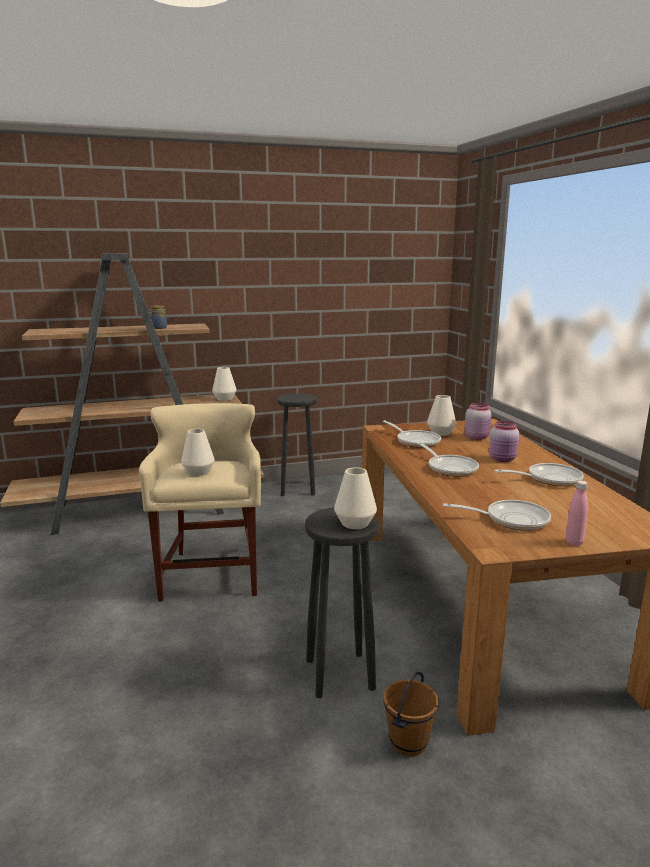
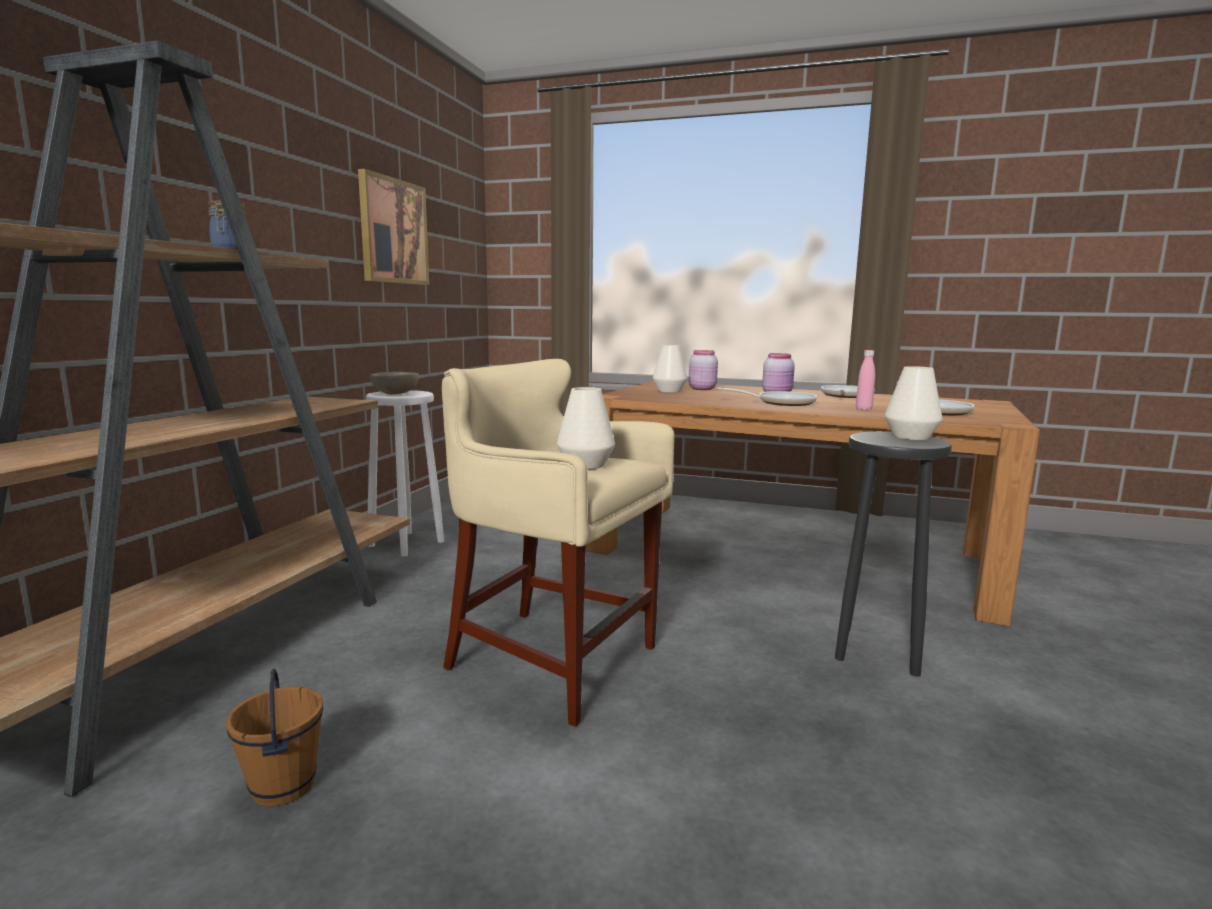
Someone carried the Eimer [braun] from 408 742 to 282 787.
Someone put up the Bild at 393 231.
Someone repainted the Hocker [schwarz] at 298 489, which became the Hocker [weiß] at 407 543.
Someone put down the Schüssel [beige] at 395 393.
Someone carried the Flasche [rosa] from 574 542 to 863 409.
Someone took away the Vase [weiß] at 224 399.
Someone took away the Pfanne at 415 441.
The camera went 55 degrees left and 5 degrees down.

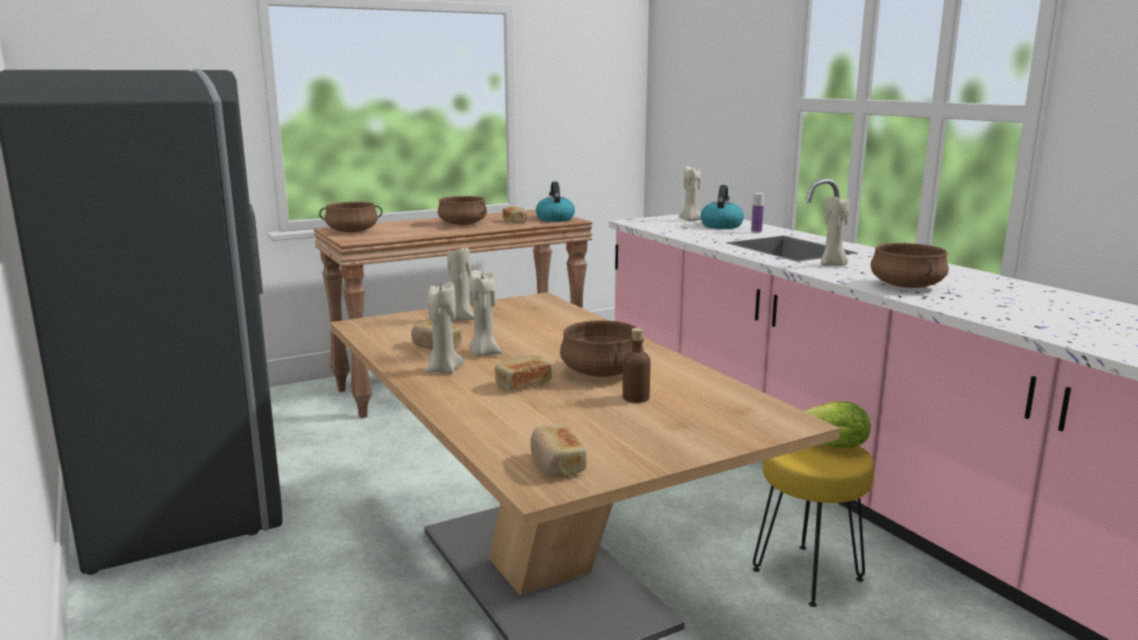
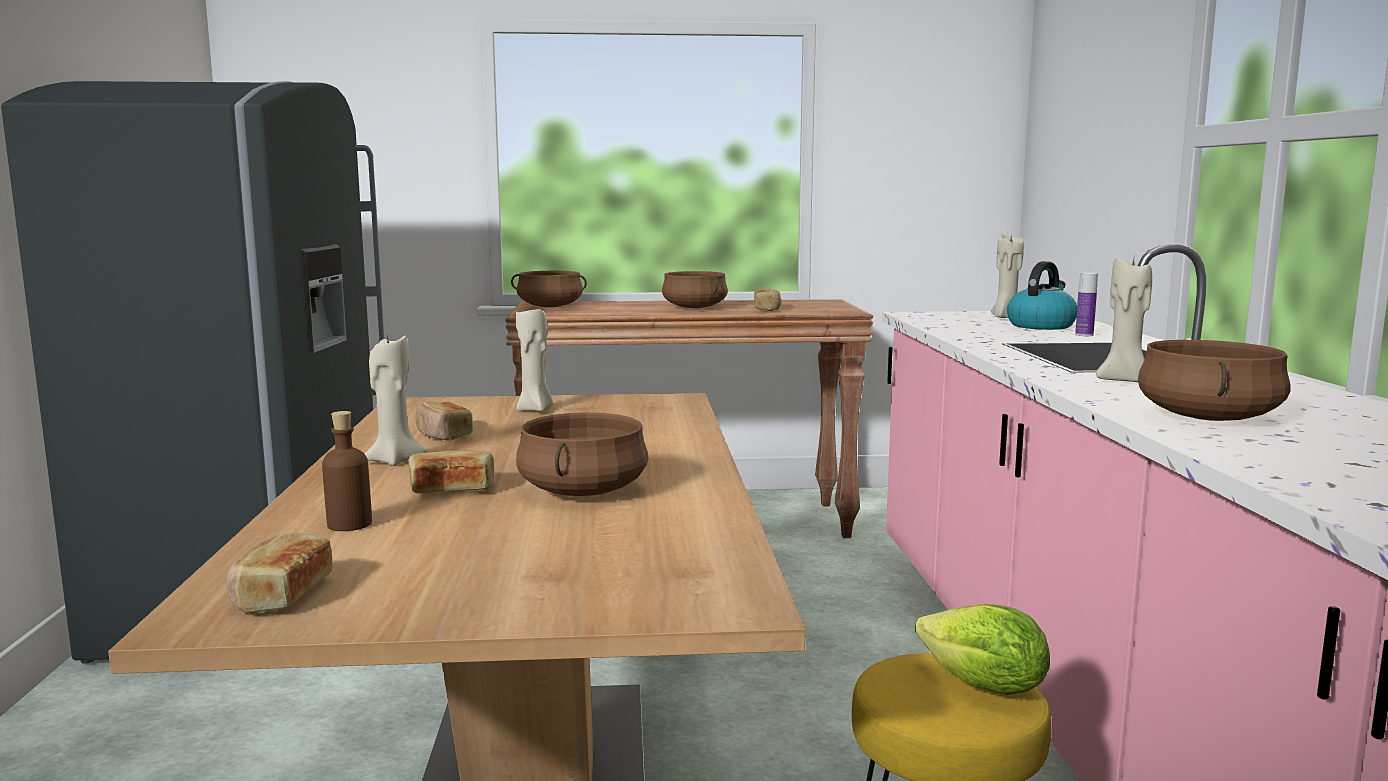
Someone carried the Flasche [braun] from 636 398 to 349 524.
Someone took away the Kerze [beige] at 483 353.
Someone took away the Wasserkessel at 554 219.
The camera went 25 degrees right and 5 degrees down.

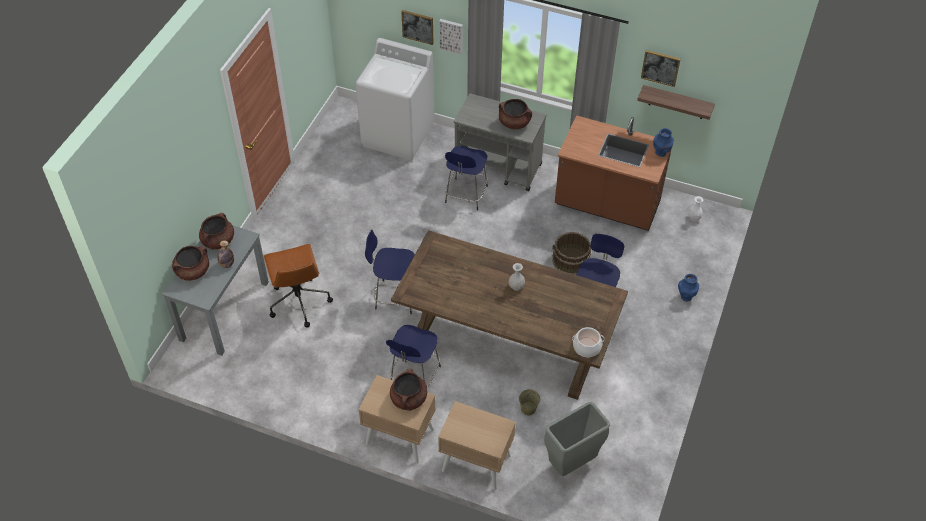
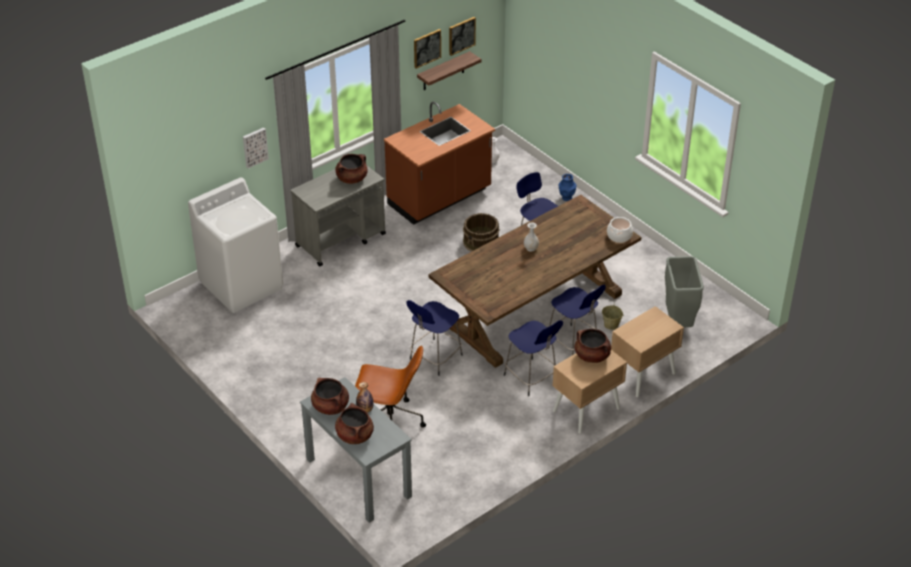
Someone carried the Bild from 418 26 to 461 35.
Someone carried the Hocker [blau] from 465 195 to 573 343.
Someone took away the Vase [blau] at 661 153.
The camera went 60 degrees left and 10 degrees down.

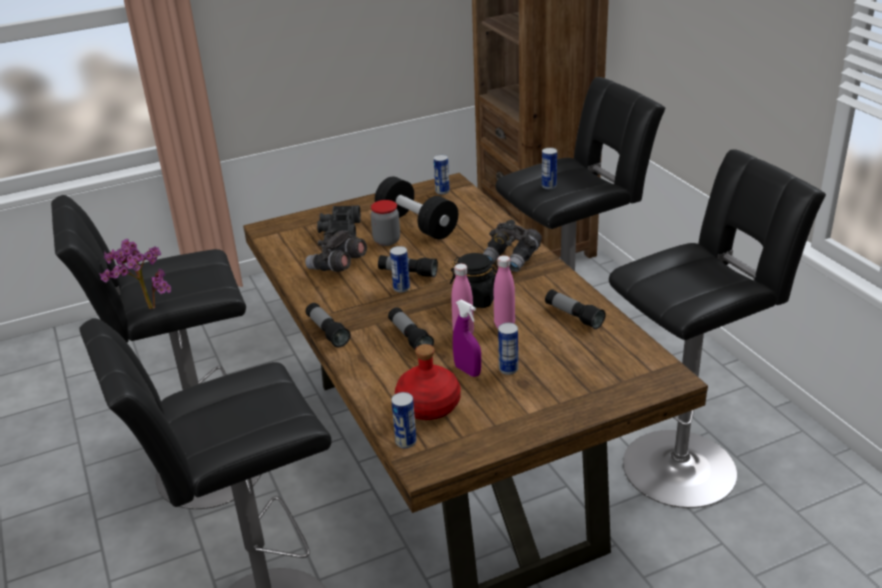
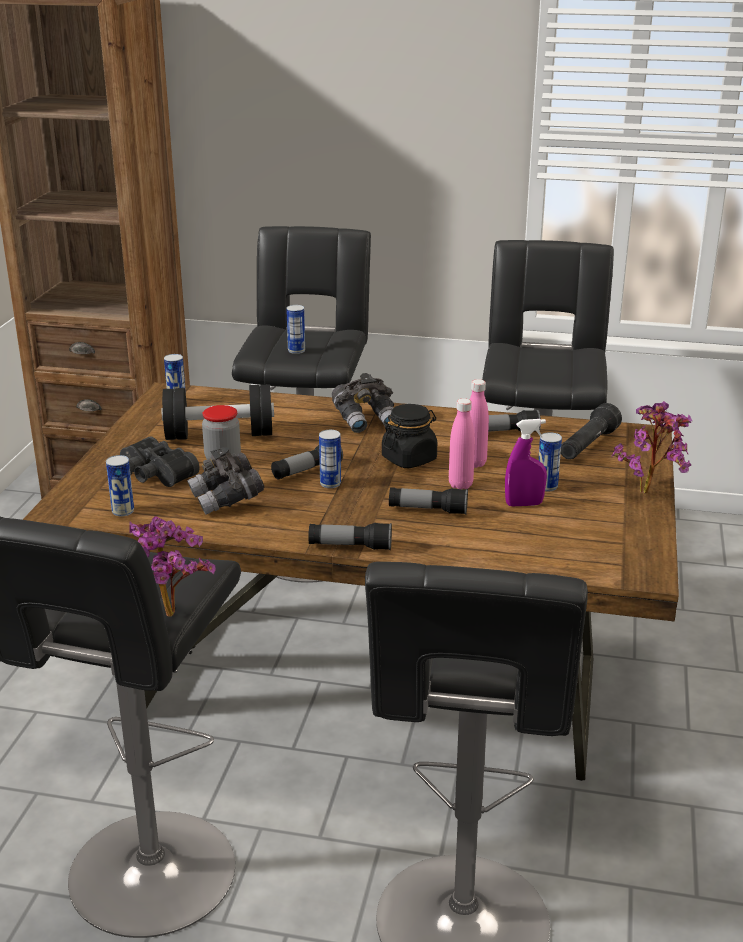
Someone carried the Dose from 406 442 to 123 511.
Someone put down the Taschenlampe [schwarz] at 587 446.
Someone put down the Topfpflanze at 650 492.
Someone took away the Flasche [rot] at 429 406.
The camera went 55 degrees left and 5 degrees down.

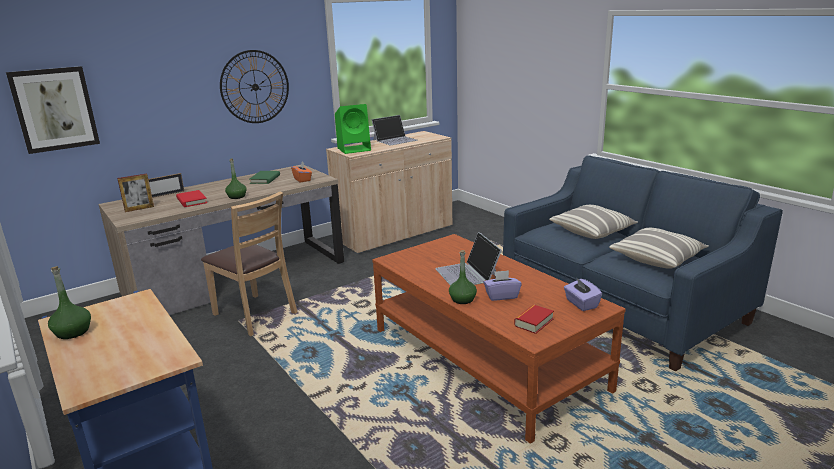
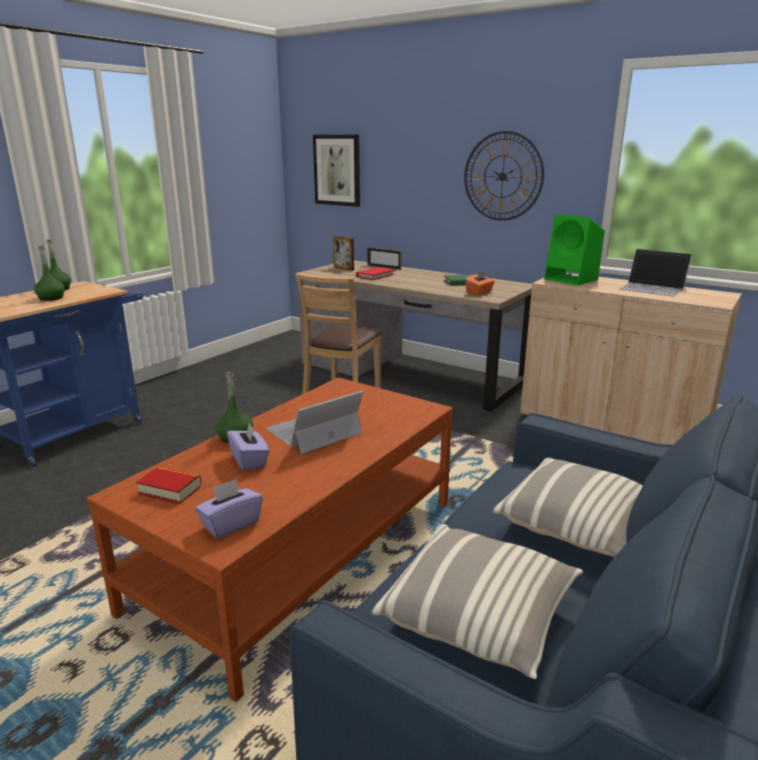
Someone carried the Flasche [grün] from 236 196 to 51 298.
The camera went 70 degrees right and 0 degrees up.

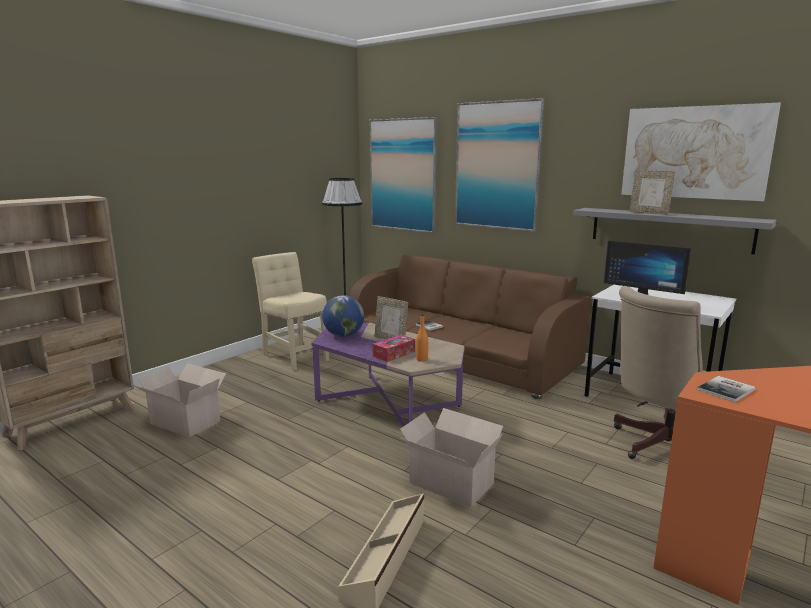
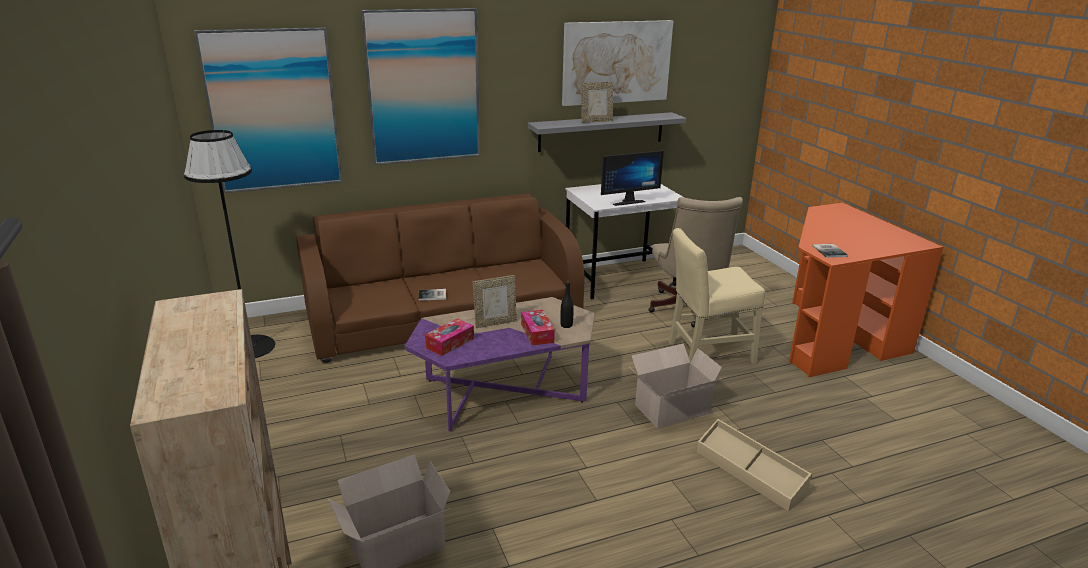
Someone swapped the Globus at 343 336 for the Taschentuchbox at 450 343.
Someone repainted the Flasche [orange] at 422 359, which became the Flasche [schwarz] at 566 325.
Someone carried the Stuhl [beige] from 294 356 to 706 353.
The camera went 60 degrees left and 10 degrees up.

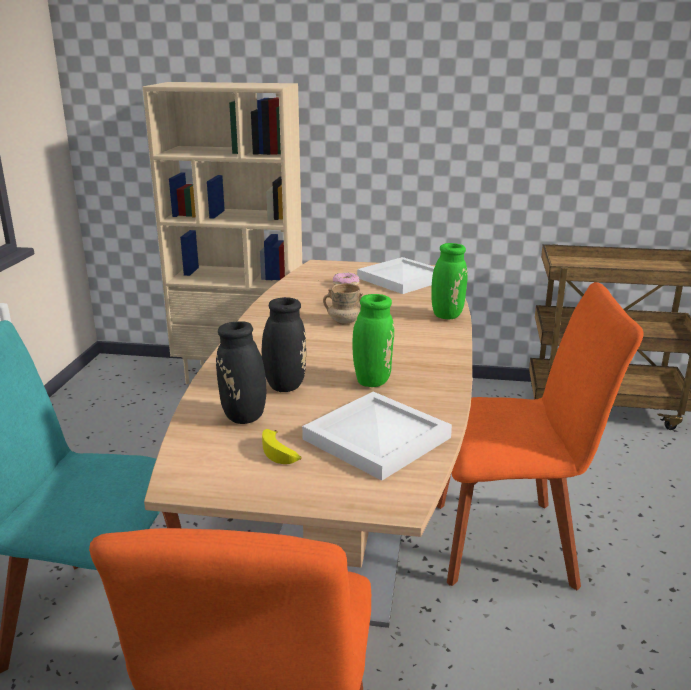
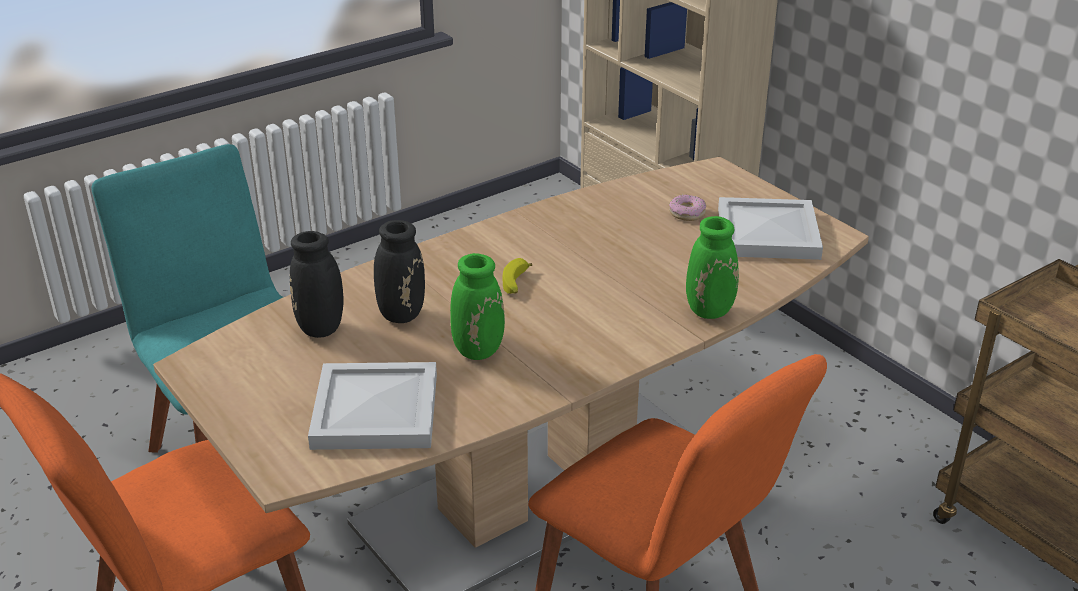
Someone carried the Banane from 281 453 to 516 283.
Someone took away the Henkelbecher [beige] at 344 322.
The camera went 45 degrees right and 10 degrees up.

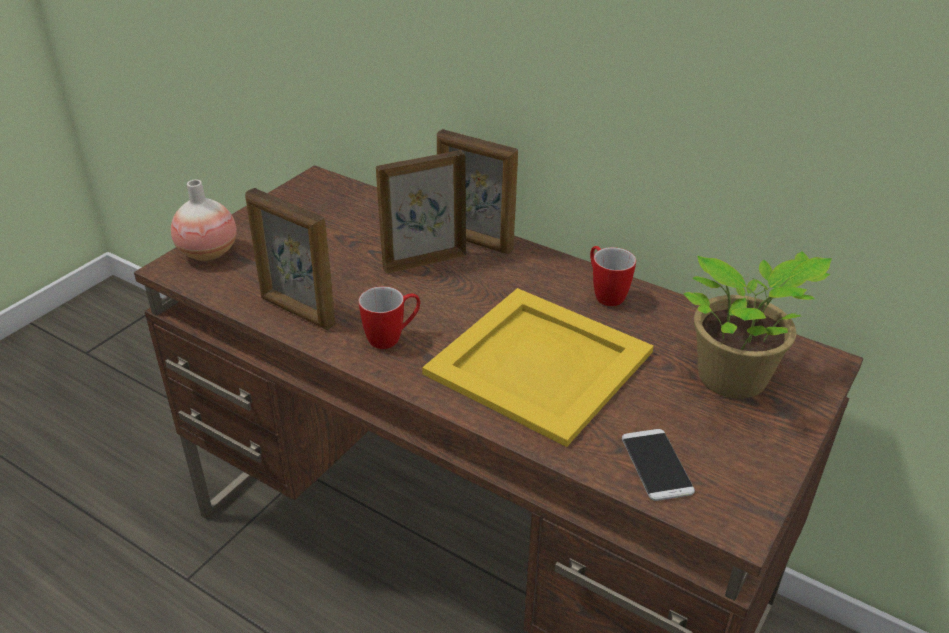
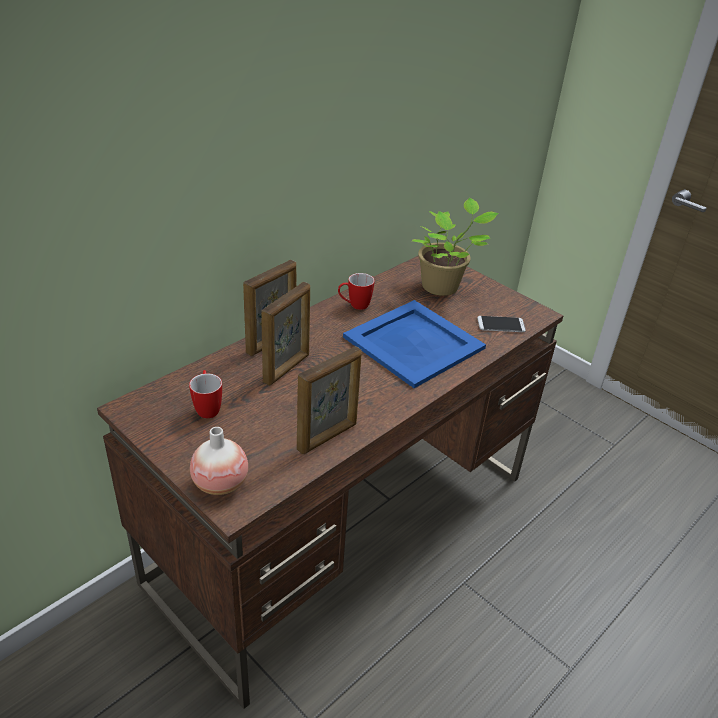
Someone carried the Henkelbecher from 392 338 to 207 407.
Someone rotated the Bilderrahmen at 423 261 by 135 degrees counterclockwise.
Someone repainted the Tablett [gelb] at 538 361, which became the Tablett [blau] at 412 342.
The camera went 80 degrees left and 0 degrees up.

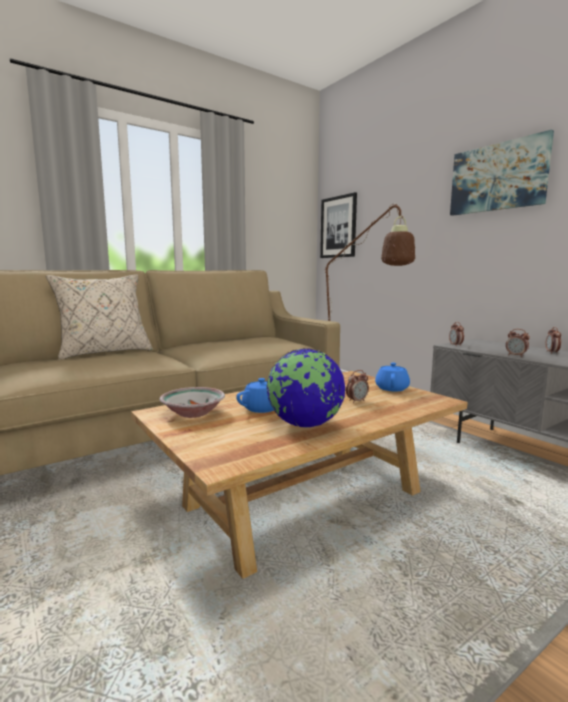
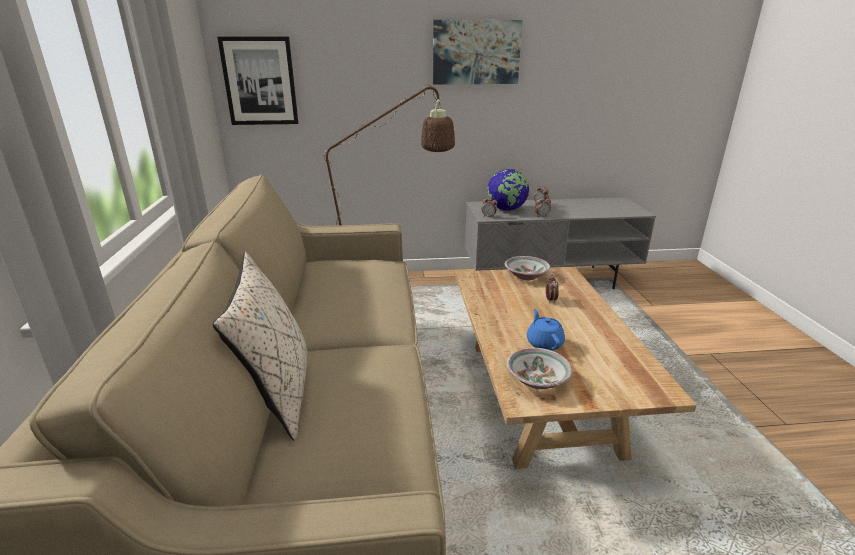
Someone carried the Globus from 305 425 to 506 209.
Someone swapped the Teekanne [blau] at 392 388 for the Schüssel at 525 276.
The camera went 60 degrees left and 15 degrees up.

